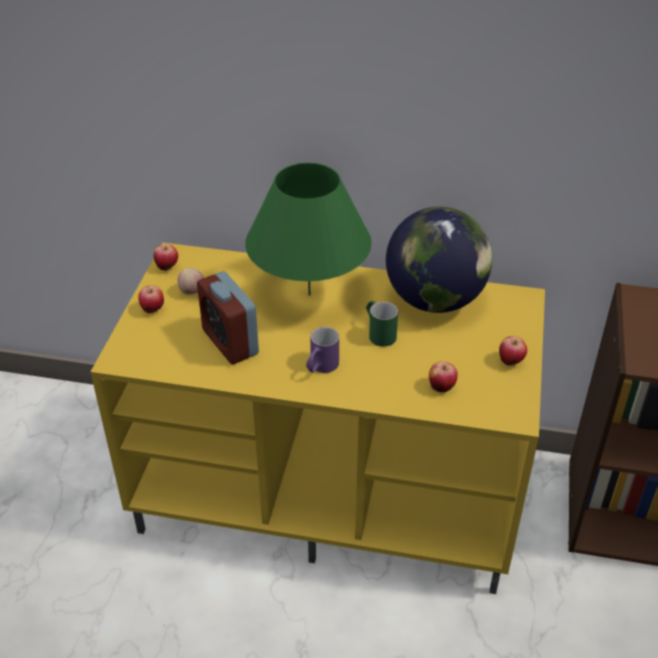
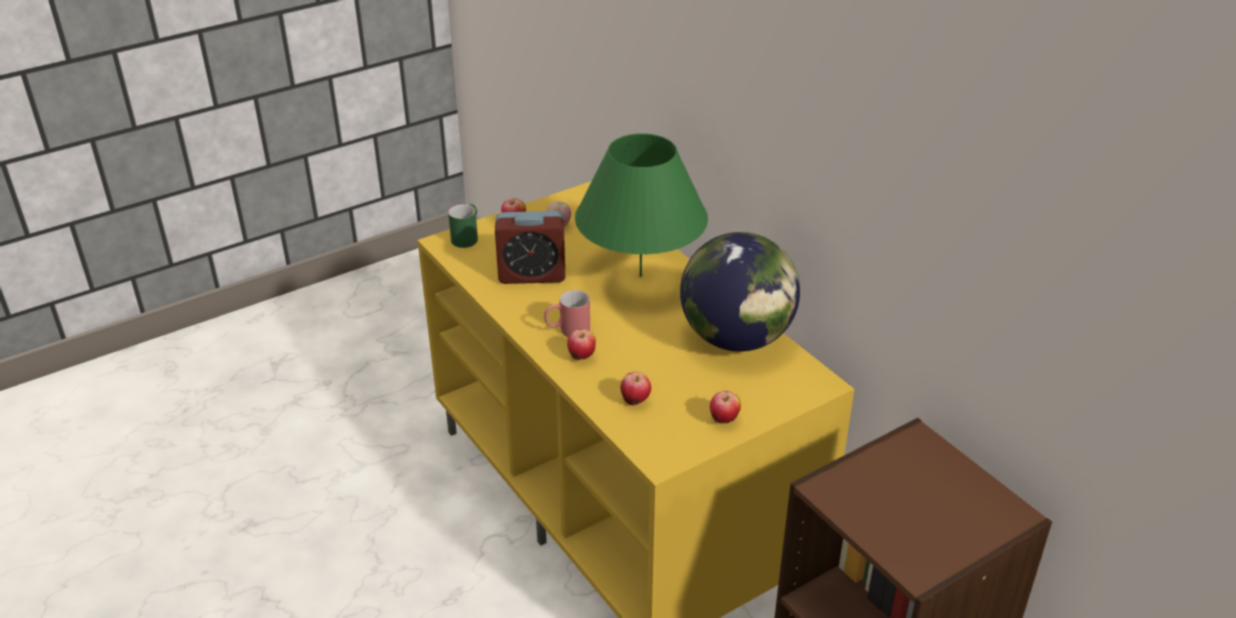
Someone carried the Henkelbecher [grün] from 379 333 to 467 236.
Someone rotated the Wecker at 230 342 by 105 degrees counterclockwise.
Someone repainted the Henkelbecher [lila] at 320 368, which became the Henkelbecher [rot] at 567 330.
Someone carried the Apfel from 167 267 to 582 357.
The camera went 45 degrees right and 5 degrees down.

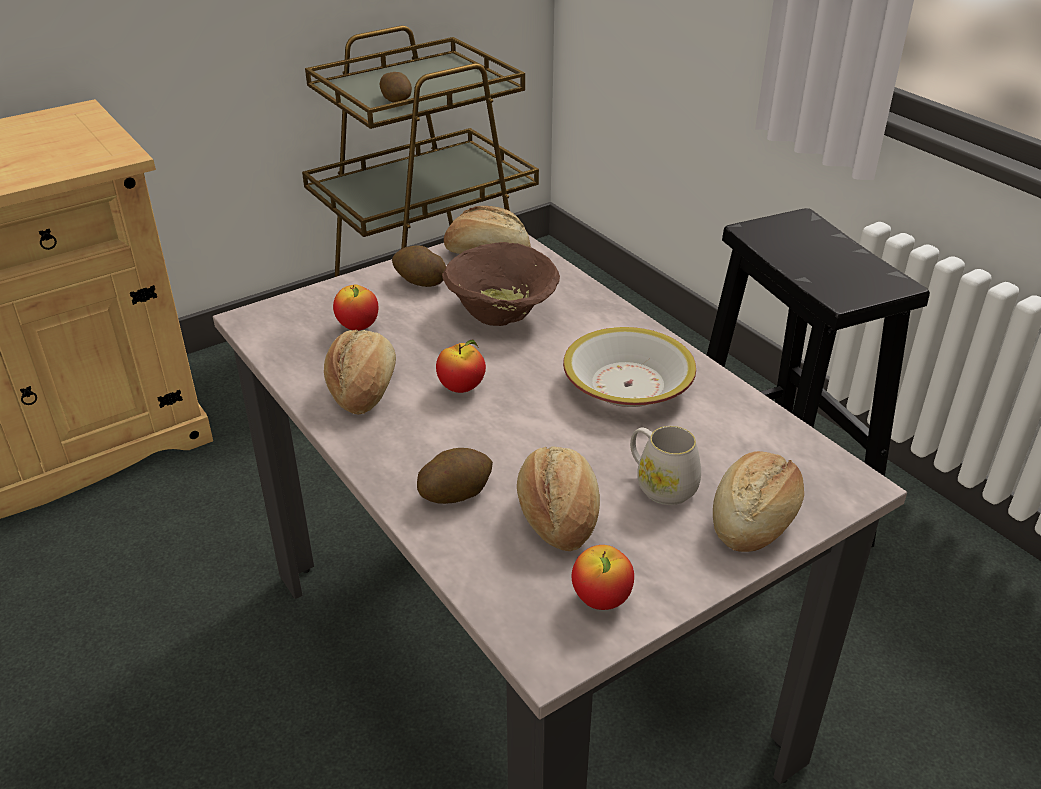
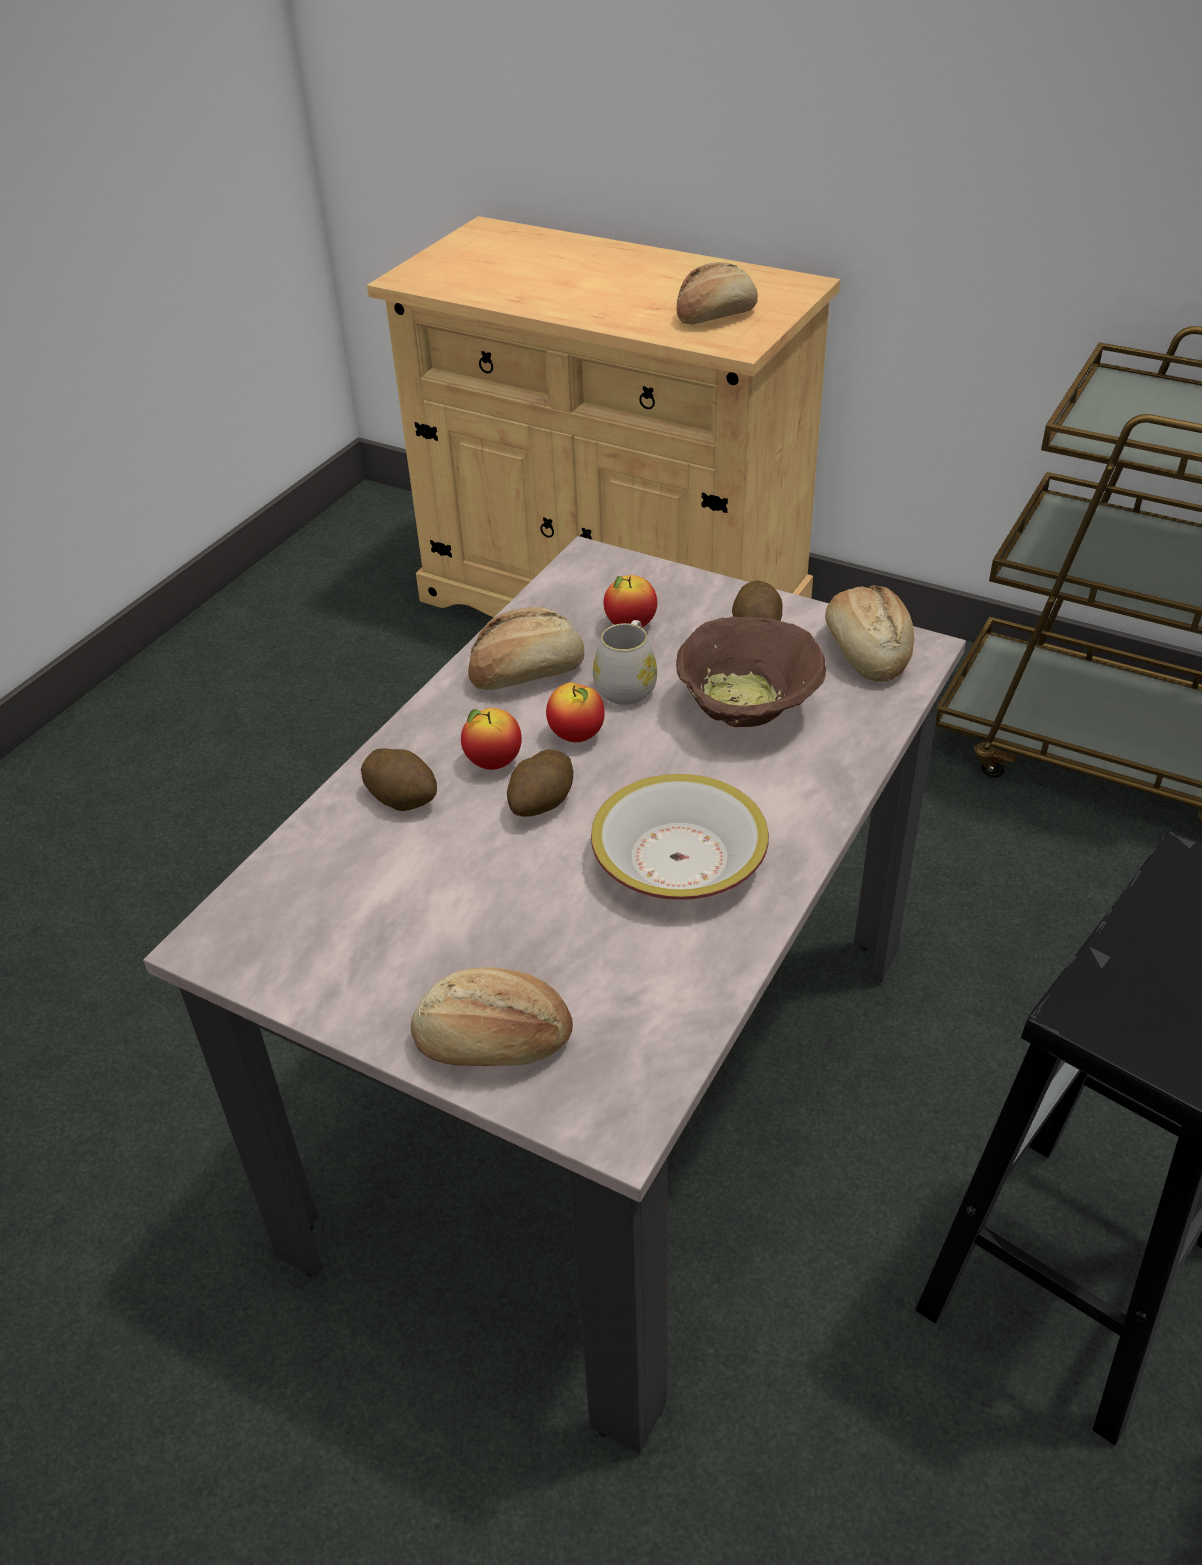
Someone carried the Apfel from 601 600 to 493 762.
Someone carried the Kartoffel from 397 100 to 541 804.
Someone carried the Henkelbecher [weiß] from 660 485 to 628 685.
Someone carried the Brot from 557 515 to 715 315.
The camera went 65 degrees right and 5 degrees up.

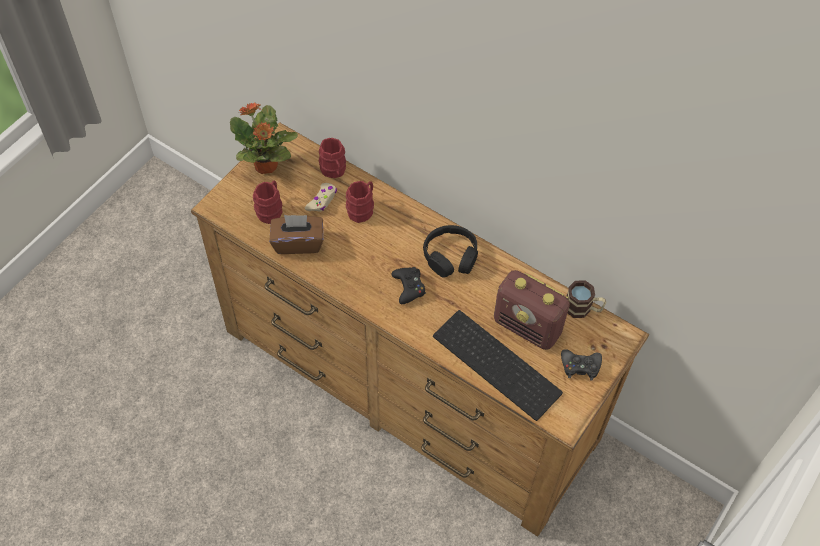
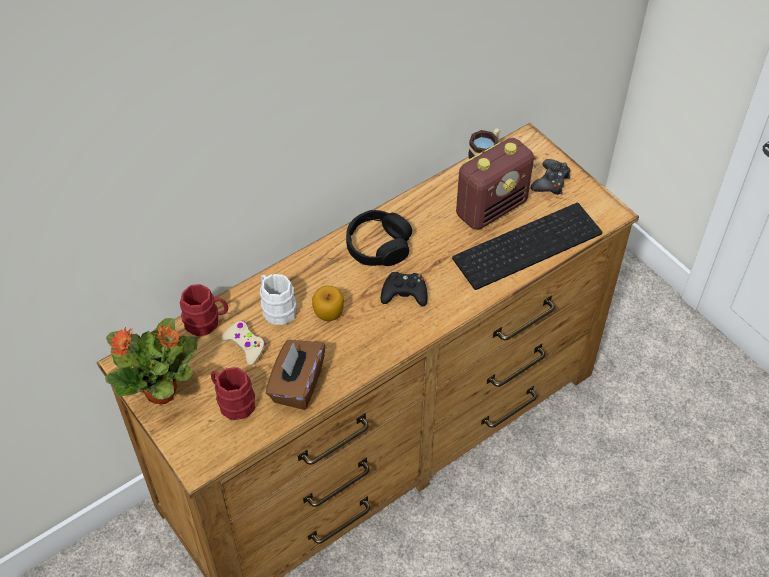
Someone repainted the Henkelbecher [rot] at 362 208, which became the Henkelbecher [weiß] at 276 308.
Someone put down the Apfel at 328 315.
The camera went 70 degrees left and 5 degrees down.

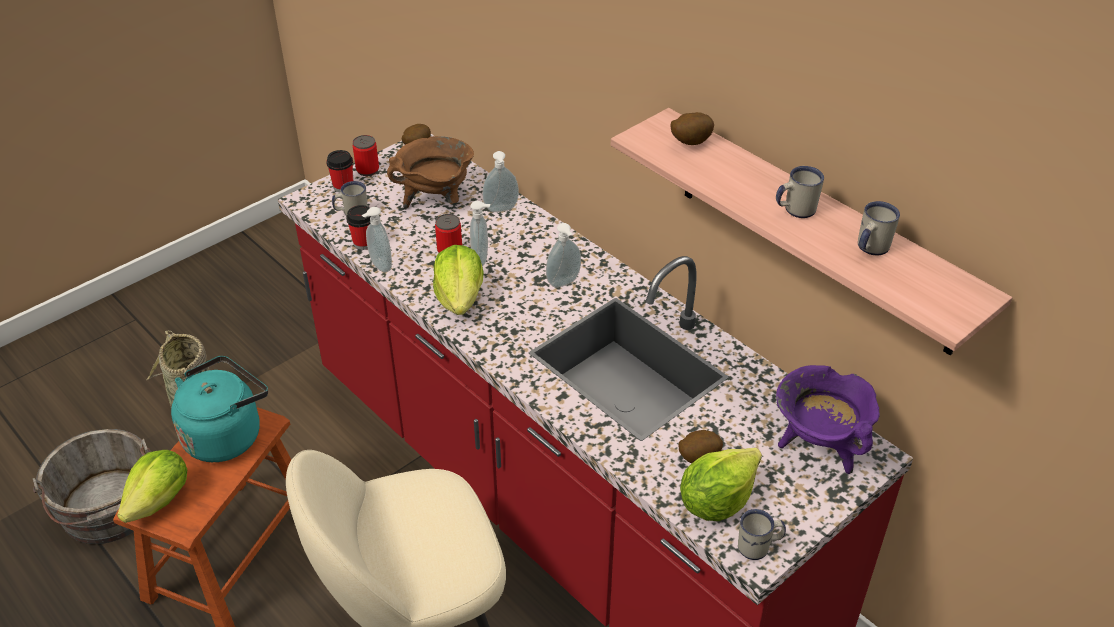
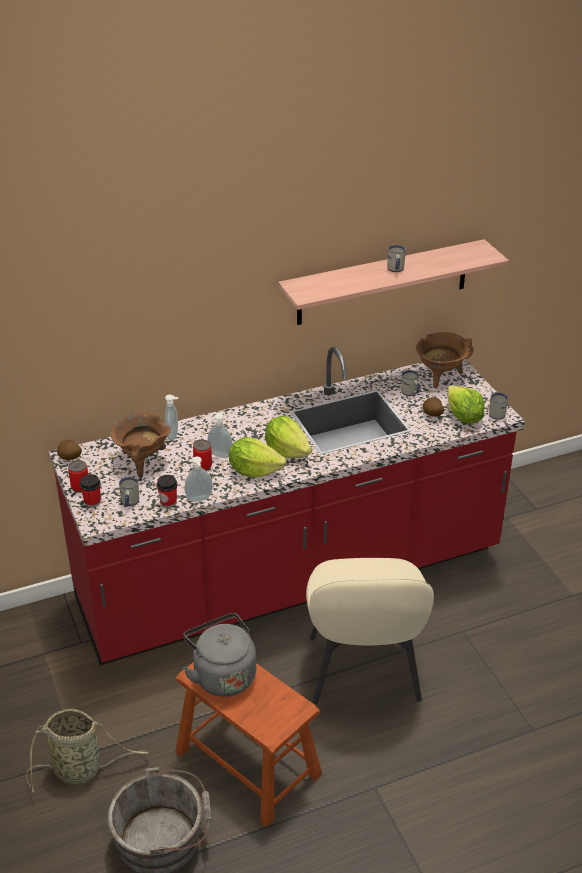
Someone repainted the Wasserkessel [türkis] at 226 434, which became the Wasserkessel [grau] at 222 675.
Someone carried the Salatkopf from 160 500 to 287 451.
Someone carried the Henkelbecher [weiß] from 869 249 to 410 393.
Someone repainted the Kochtopf [lila] at 818 446, which became the Kochtopf [braun] at 440 377.
Someone took away the Seifenspender at 564 283.
Someone took away the Kartoffel at 689 143.
The camera went 70 degrees left and 5 degrees down.

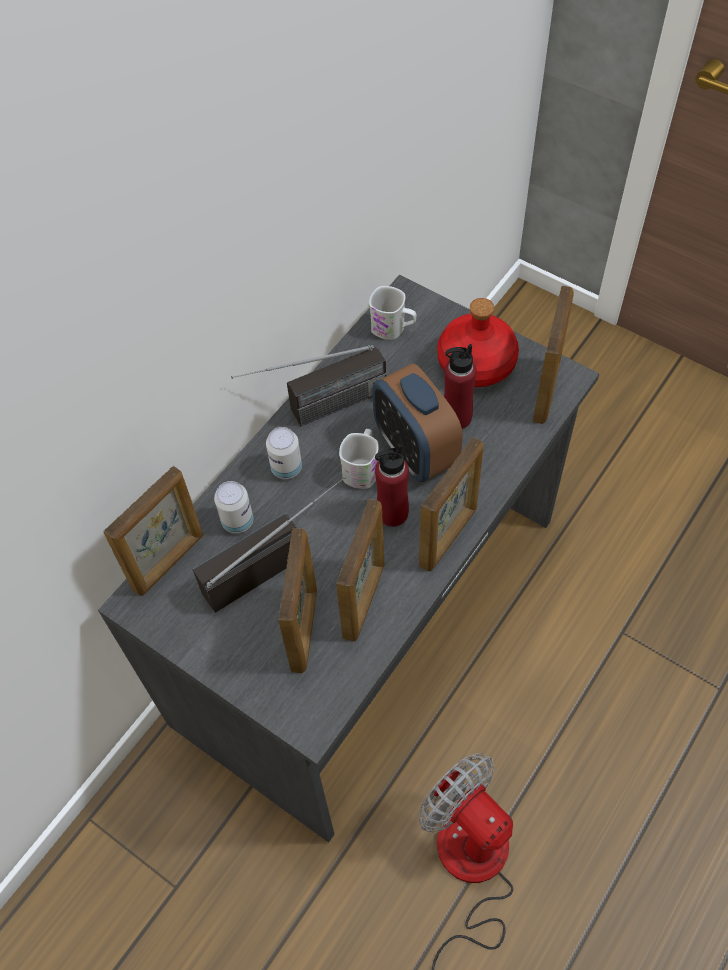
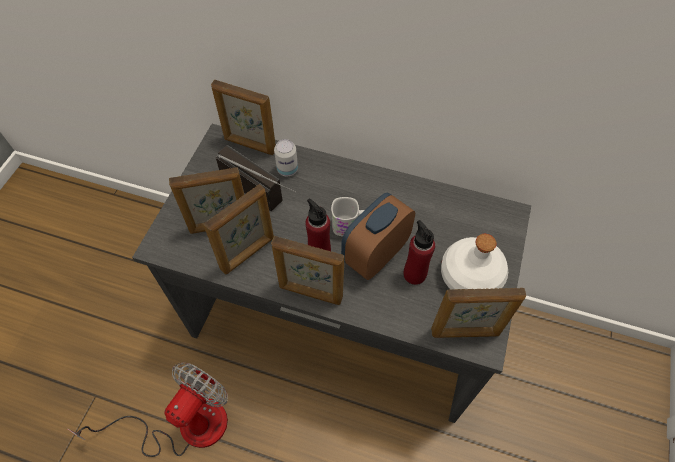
Someone rotated the Bilderrahmen at 364 600 by 45 degrees counterclockwise.
Someone repainted the Flasche [rot] at 477 363, which became the Flasche [weiß] at 471 276.
Someone took away the Radio at 316 412.
Someone took away the Dose at 286 468.
Someone took away the Henkelbecher [weiß] at 393 329.
The camera went 70 degrees right and 0 degrees up.

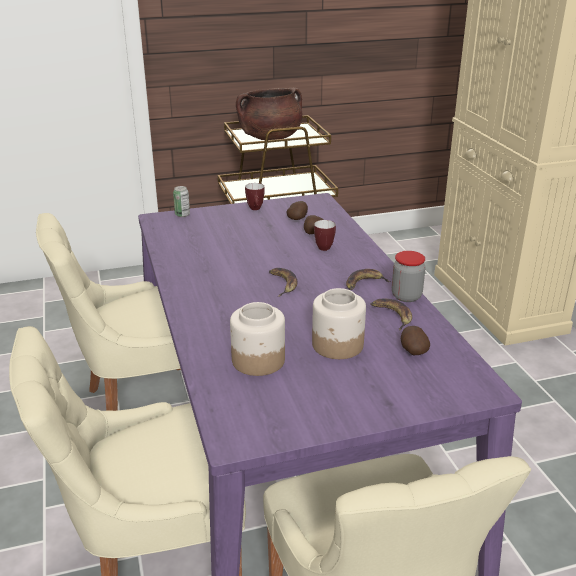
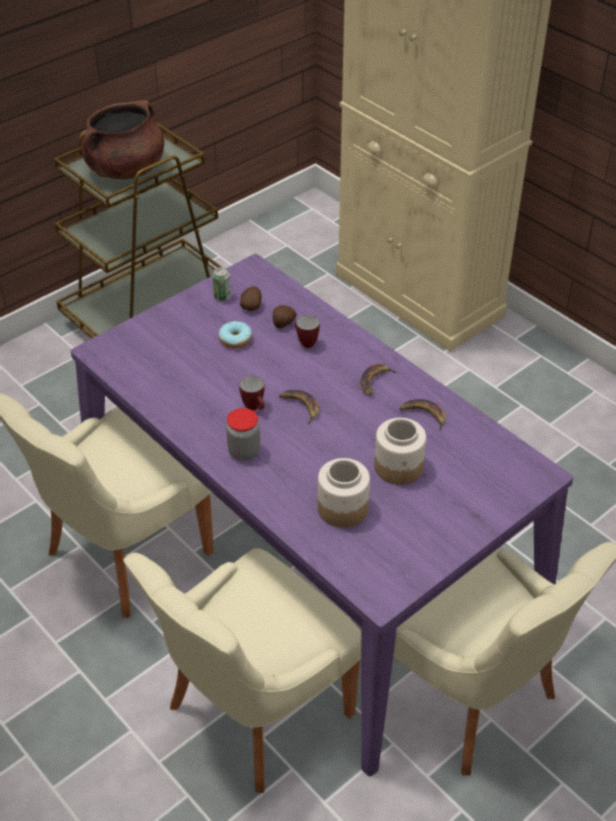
Someone carried the Dose from 182 215 to 222 297.
Someone put down the Donut at 235 340.
Someone carried the Vorratsglas from 406 296 to 244 451.
Someone carried the Henkelbecher from 256 209 to 255 408.
Someone took away the Kartoffel at 412 350.
The camera went 25 degrees left and 15 degrees up.

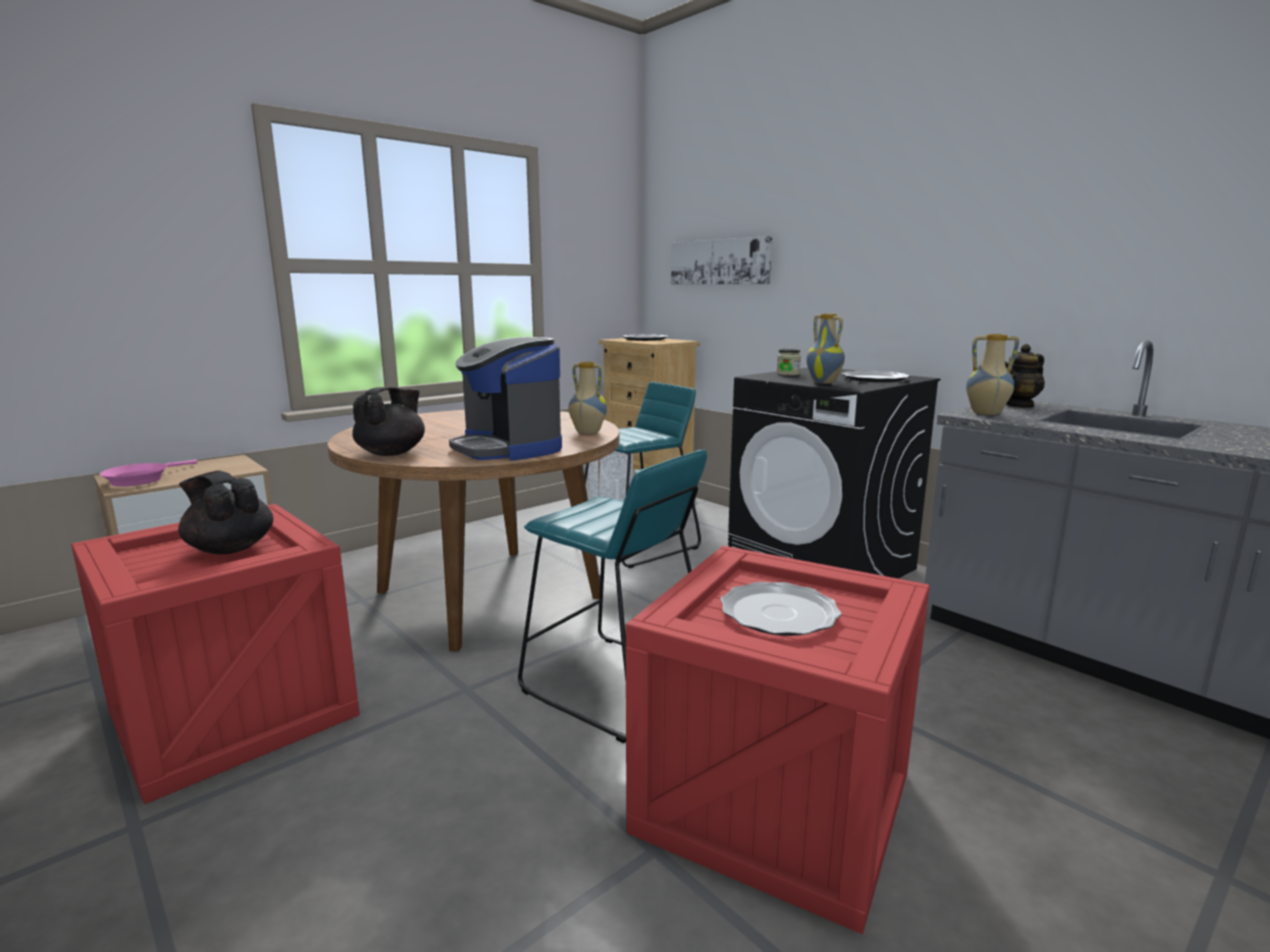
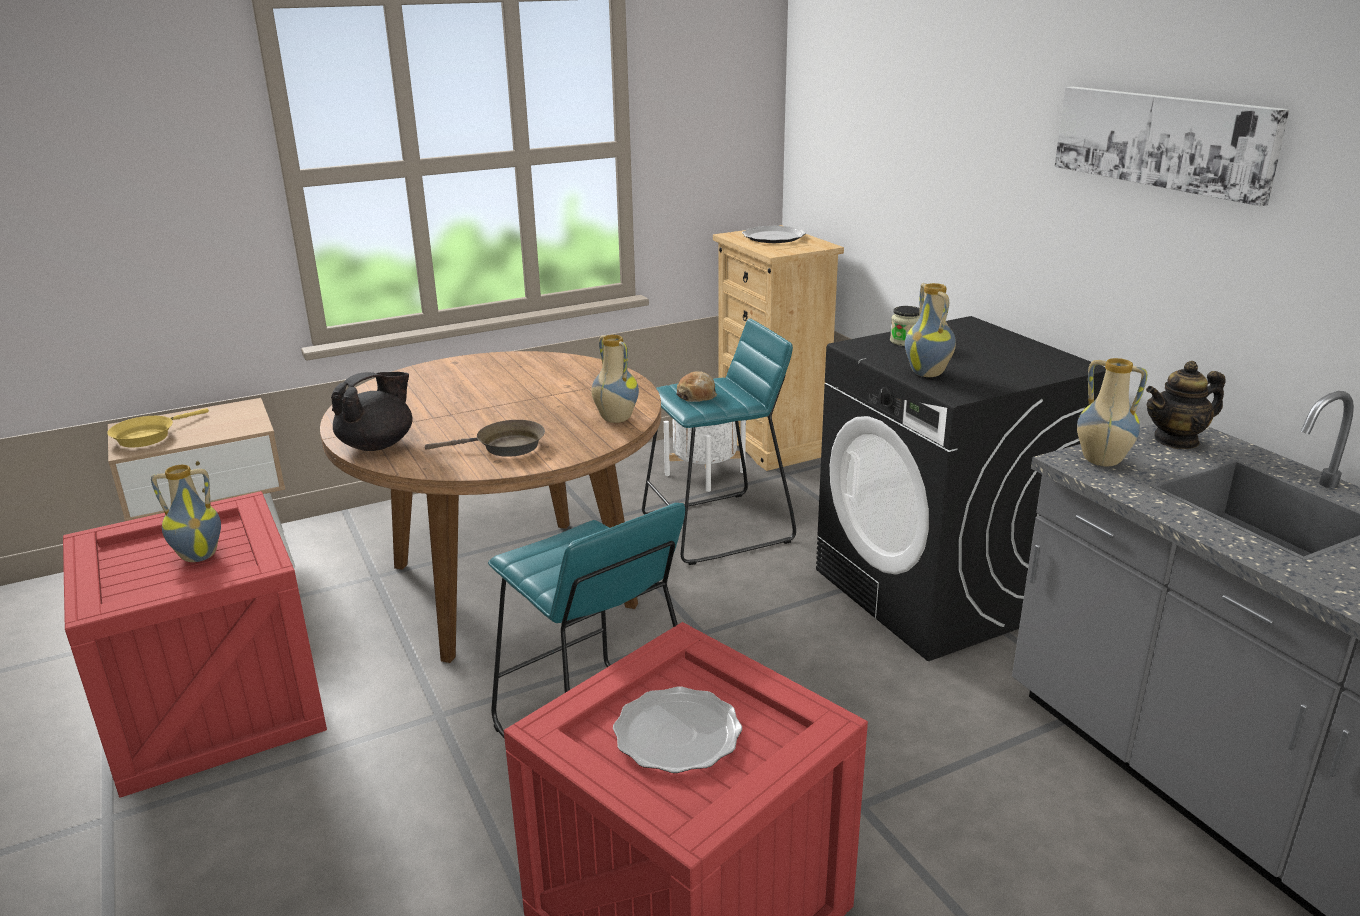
Someone repainted the Pfanne [rosa] at 141 479, which became the Pfanne [gelb] at 148 436.
Someone swapped the Teekanne [schwarz] at 230 548 for the Vase at 199 555.
Someone swapped the Kaffeemaschine at 508 448 for the Pfanne [braun] at 505 447.
Someone put down the Brot at 697 395.
Someone carried the Bild from 720 262 to 1162 140.
Someone took away the Teller at 875 379.
The camera went 15 degrees right and 10 degrees up.

